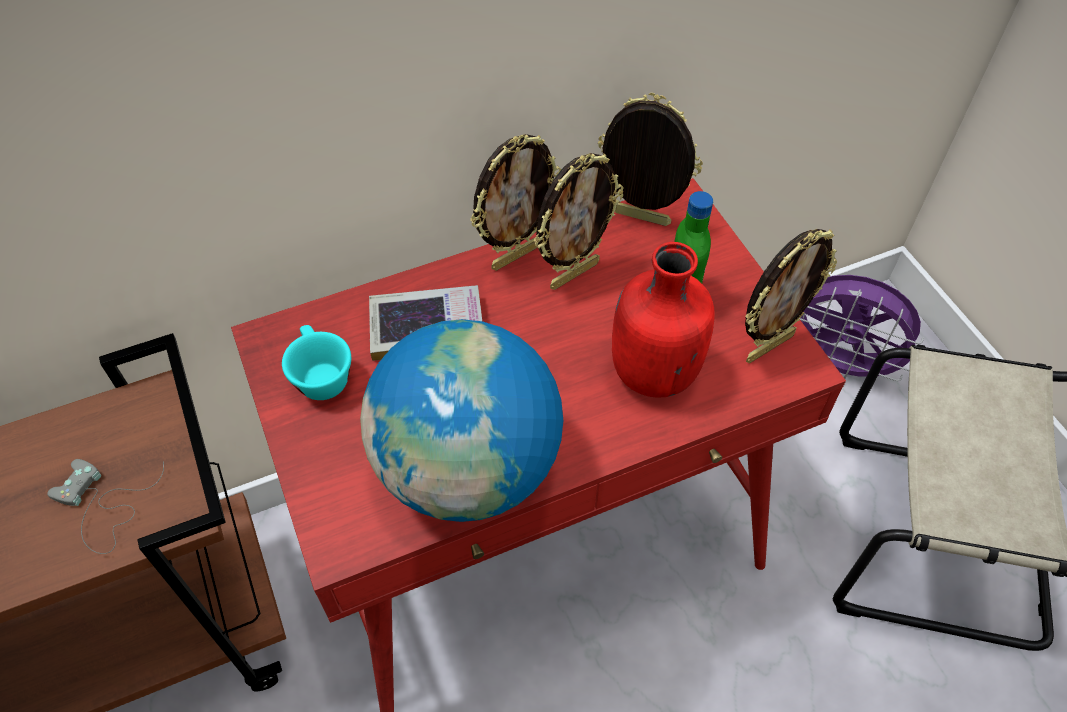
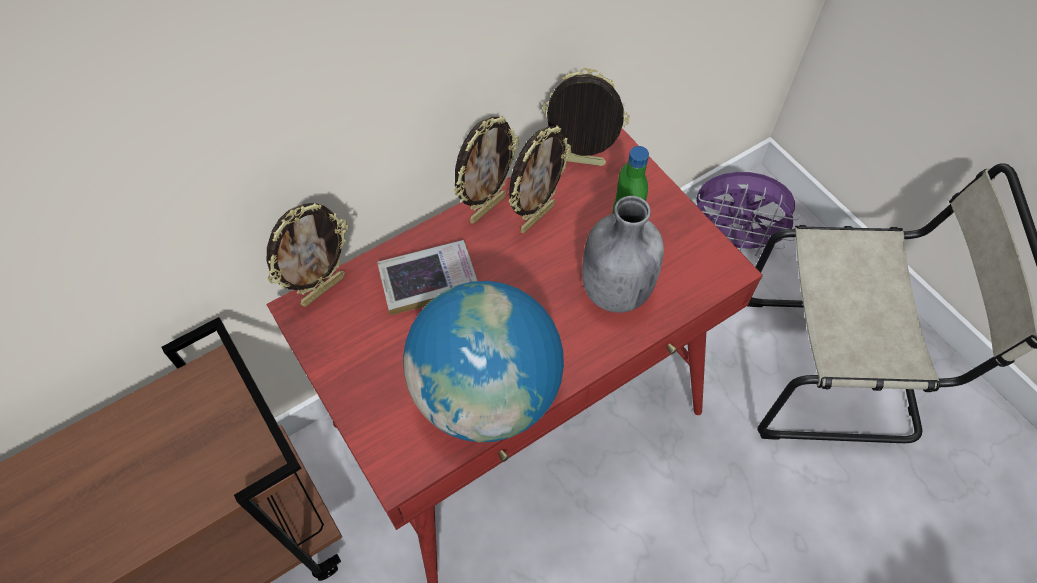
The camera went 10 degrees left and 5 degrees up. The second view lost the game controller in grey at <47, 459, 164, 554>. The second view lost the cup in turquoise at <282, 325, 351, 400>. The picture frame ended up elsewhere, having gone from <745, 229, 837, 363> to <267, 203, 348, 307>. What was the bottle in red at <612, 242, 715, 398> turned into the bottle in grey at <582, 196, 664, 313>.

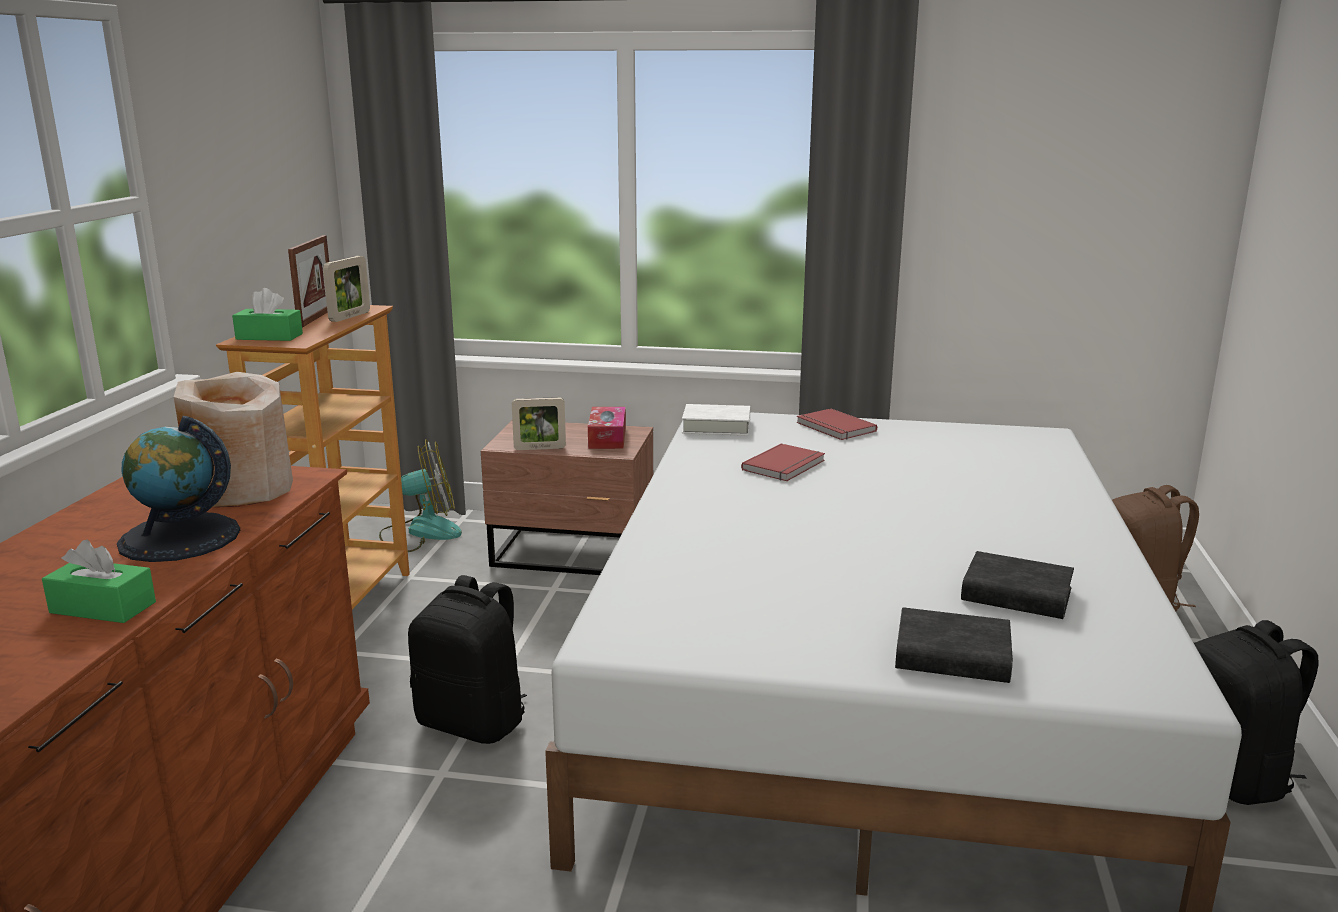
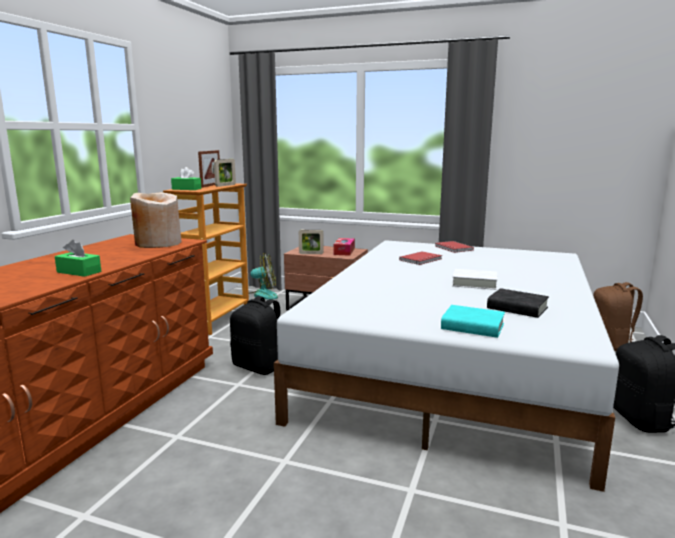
The camera went 10 degrees right and 5 degrees down. The second view lost the globe at <117, 416, 240, 562>. The book in white ended up elsewhere, having gone from <682, 404, 750, 436> to <452, 269, 498, 290>. What was the book in black at <895, 607, 1013, 683> turned into the book in turquoise at <441, 305, 505, 338>.

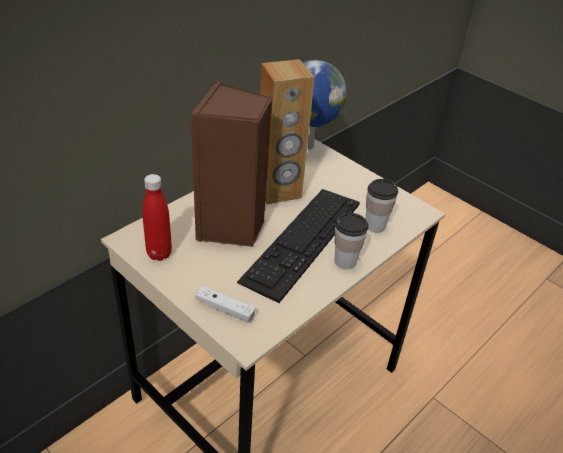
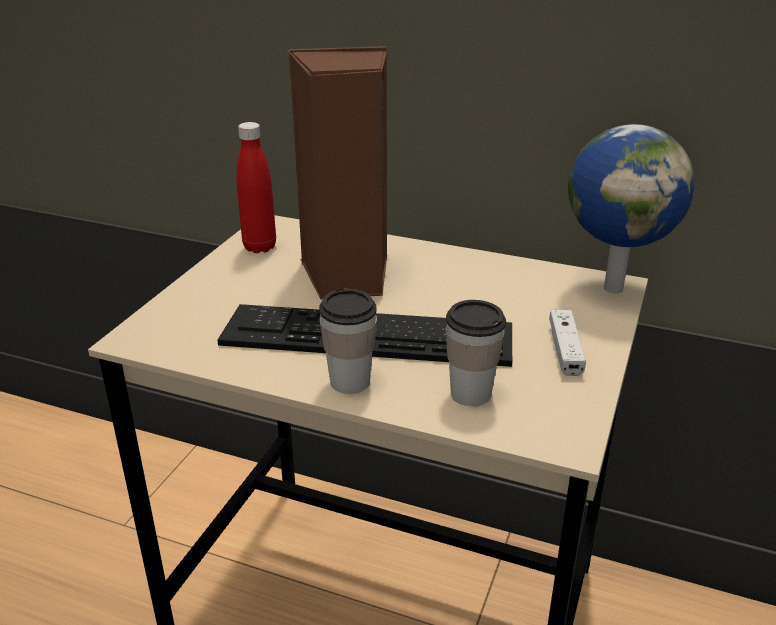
The camera went 70 degrees right and 10 degrees down. The second view lost the speaker in brown at <260, 59, 315, 204>. The game controller in white ended up elsewhere, having gone from <195, 286, 256, 323> to <549, 310, 586, 376>.

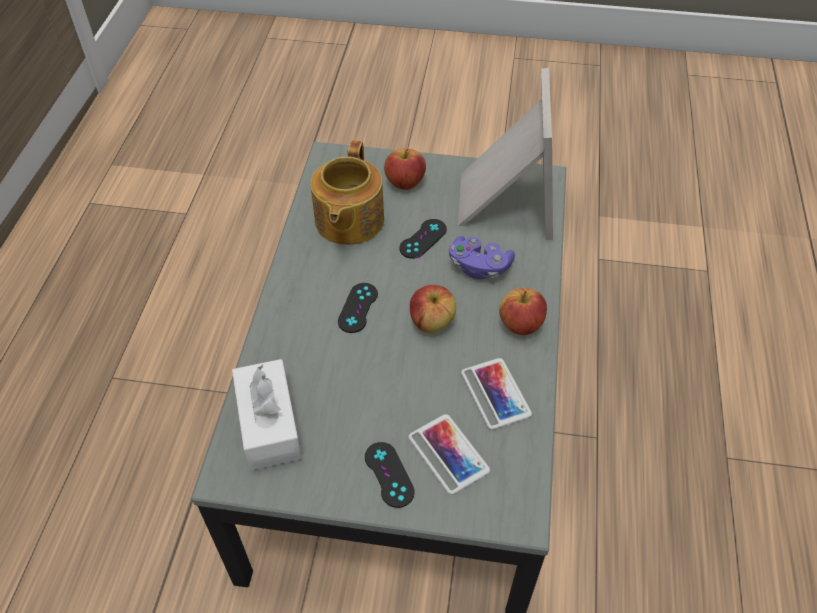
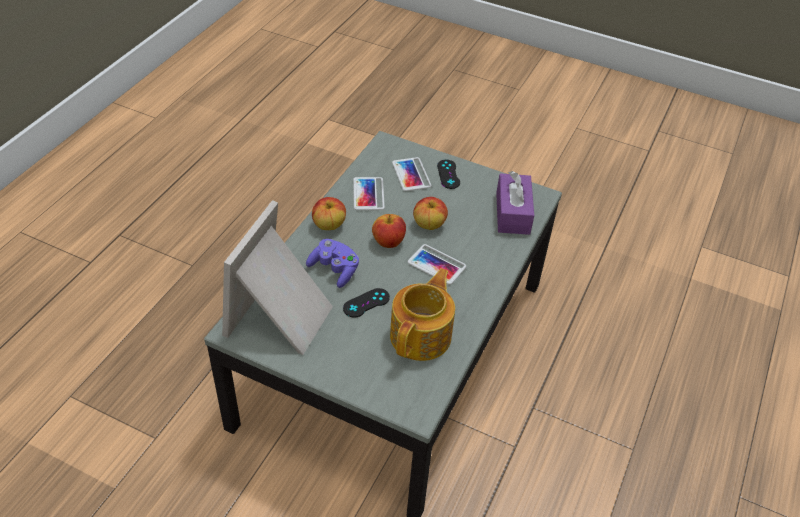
The camera went 165 degrees left and 5 degrees down. The apple ended up elsewhere, having gone from <384, 148, 426, 190> to <413, 197, 448, 230>. Where the game controller in black stood at <338, 283, 378, 333>, the phone came to stand at <408, 244, 466, 285>. What was the tissue box in white at <232, 359, 302, 470> turned into the tissue box in purple at <496, 171, 534, 235>.

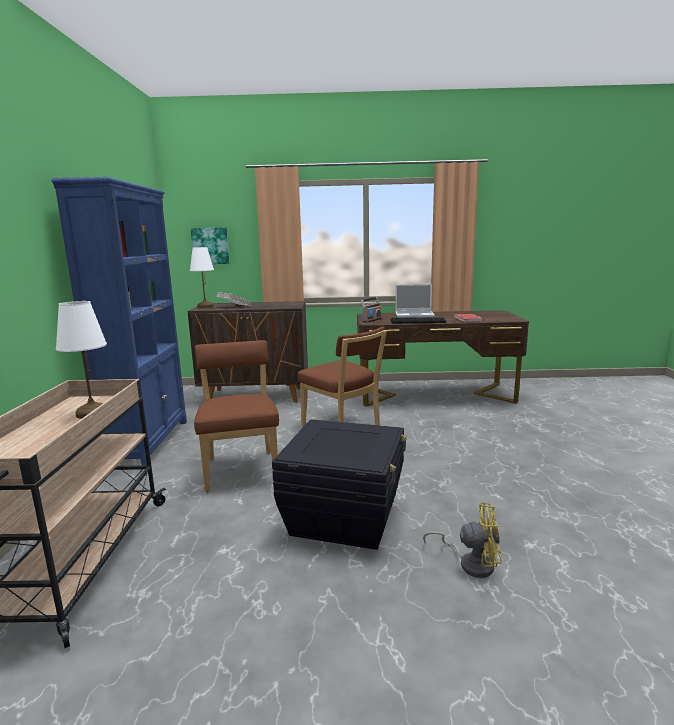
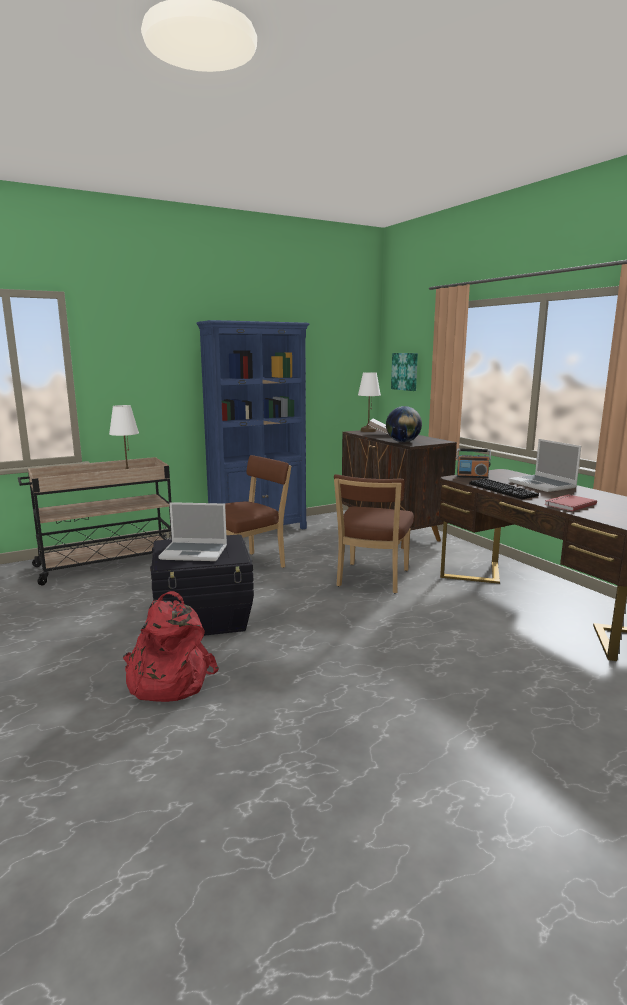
The camera went 60 degrees right and 0 degrees up. The second view gained the laptop at <158, 502, 227, 561>. The second view gained the globe at <386, 406, 422, 442>. Where the fan in yellow stood at <423, 502, 502, 578>, the backpack in red came to stand at <123, 591, 219, 702>.

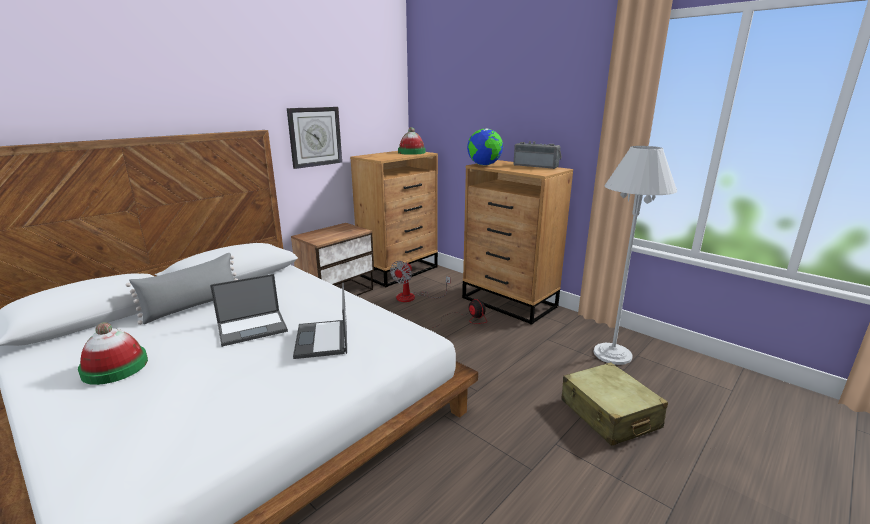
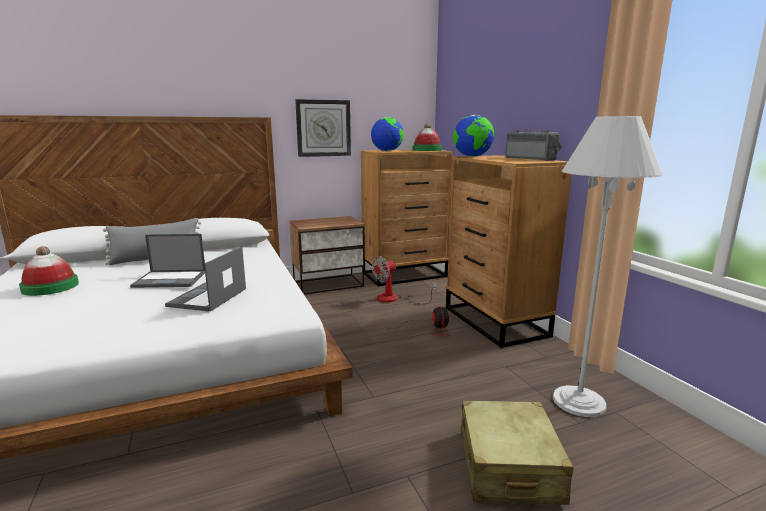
The camera went 25 degrees right and 5 degrees down. The second view gained the globe at <371, 117, 404, 151>.

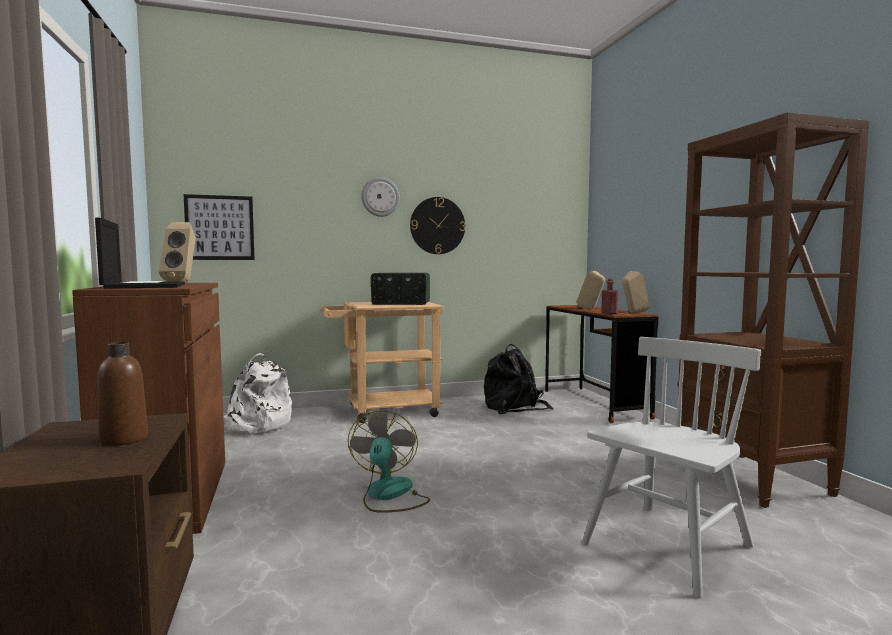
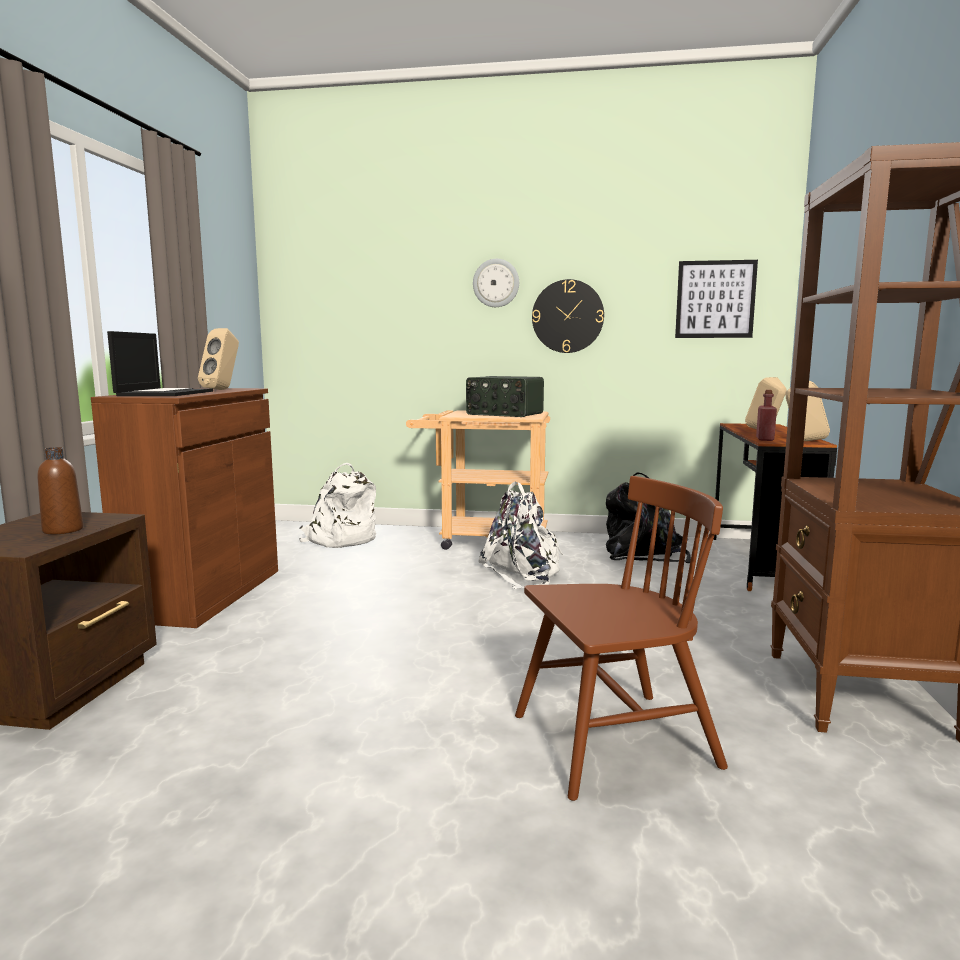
The camera went 25 degrees right and 5 degrees up. The second view lost the fan at <348, 411, 430, 513>. The second view gained the backpack in white at <478, 482, 563, 589>. The picture ended up elsewhere, having gone from <184, 194, 255, 260> to <675, 260, 758, 338>. What was the chair in white at <582, 337, 761, 598> turned into the chair in brown at <515, 476, 728, 801>.

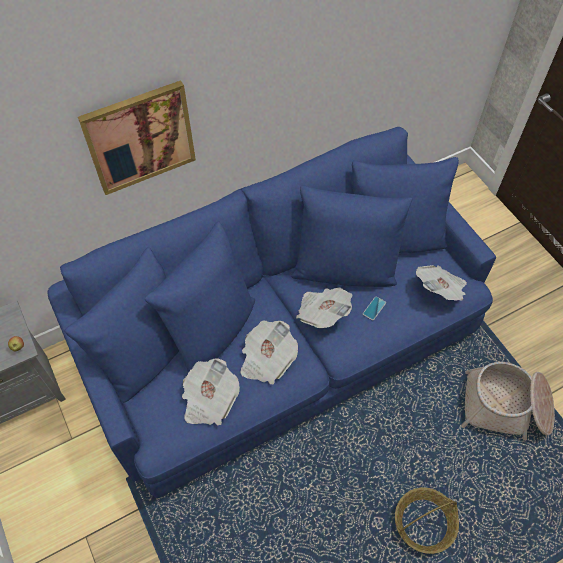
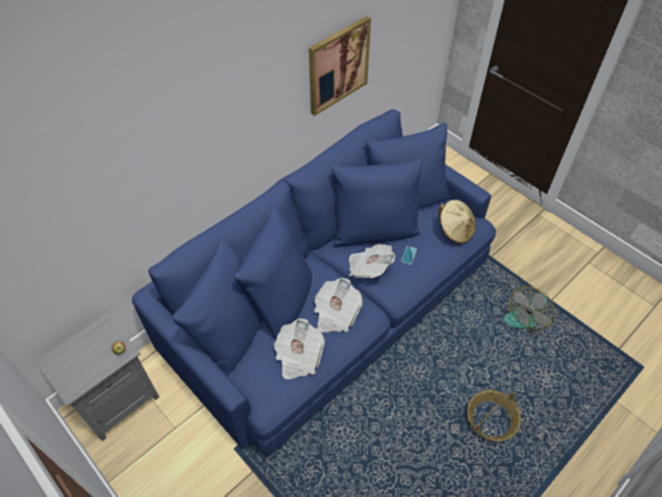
The camera went 15 degrees left and 5 degrees down. The picture ended up elsewhere, having gone from <78, 80, 196, 195> to <309, 16, 371, 116>. Where the newspaper stood at <416, 265, 467, 301>, the hat in beige came to stand at <438, 200, 476, 244>. Where the basket stood at <461, 362, 555, 441>, the fan came to stand at <504, 287, 555, 330>.

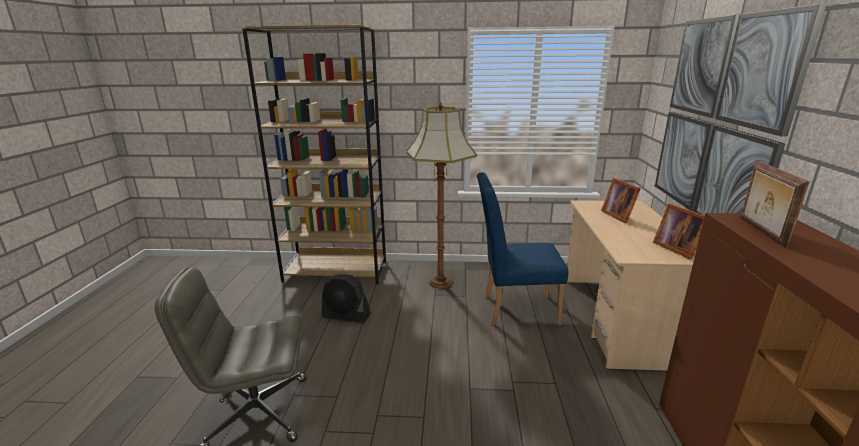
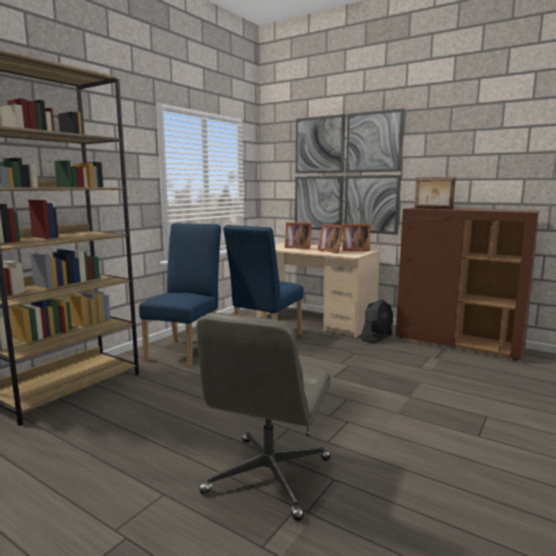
The camera went 60 degrees left and 10 degrees down. The second view gained the picture frame at <317, 224, 344, 253>. The fan in black ended up elsewhere, having gone from <321, 274, 371, 323> to <361, 300, 393, 344>. Where the floor lamp stood at <406, 102, 477, 288>, the chair in blue came to stand at <139, 223, 221, 367>.

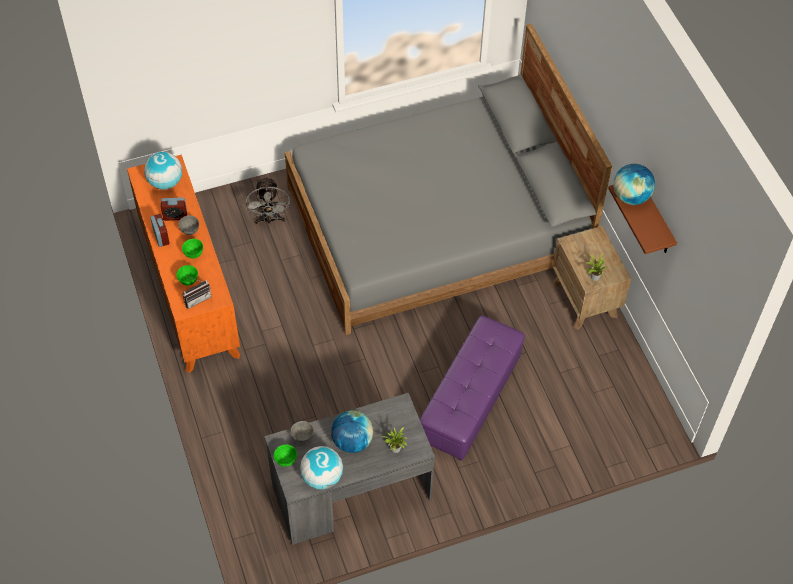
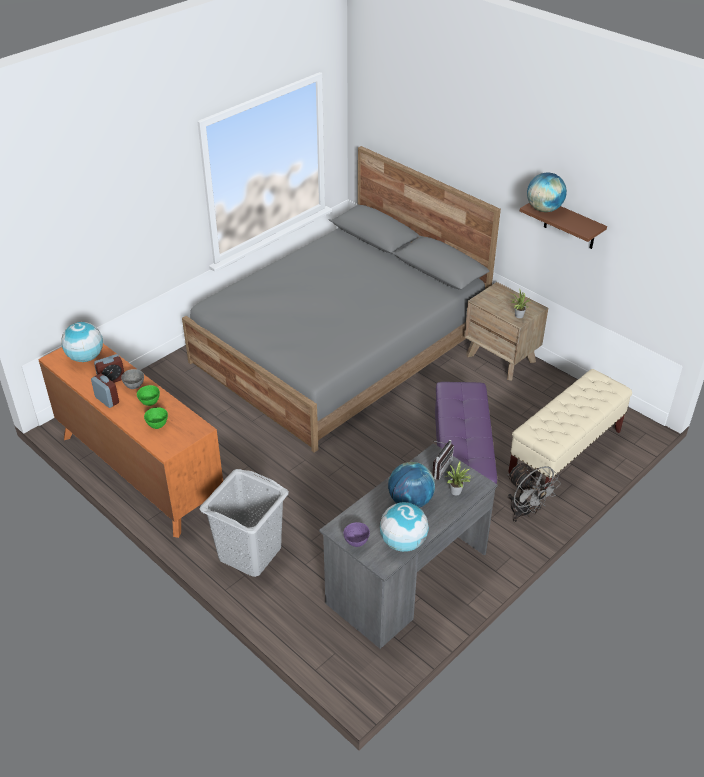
The camera went 25 degrees left and 15 degrees down. The second view lost the bowl in grey at <291, 421, 314, 443>. The second view gained the laundry basket in grey at <200, 469, 289, 577>. The second view gained the bench in beige at <508, 369, 632, 489>. The radio ended up elsewhere, having gone from <183, 277, 212, 309> to <432, 440, 454, 480>. The fan in grey ended up elsewhere, having gone from <246, 176, 290, 224> to <507, 462, 561, 522>. What was the bowl in green at <274, 445, 297, 467> turned into the bowl in purple at <343, 522, 370, 547>.

